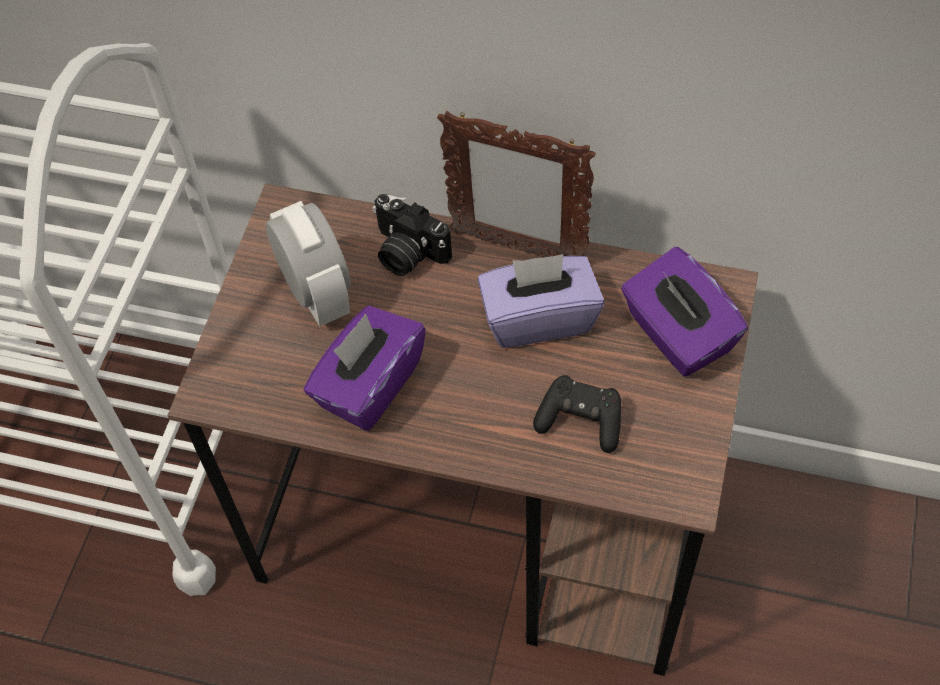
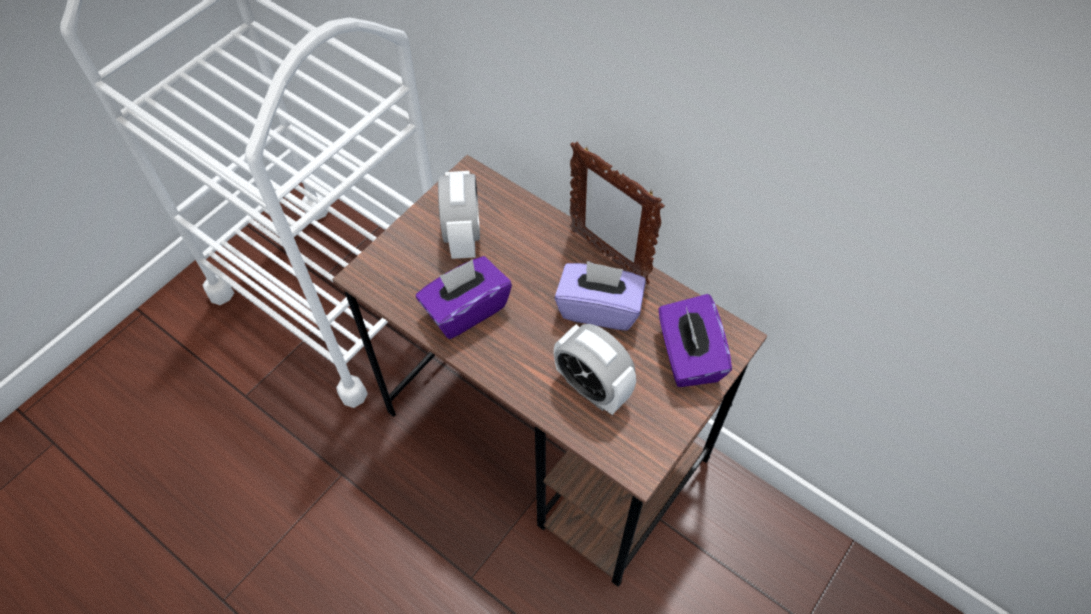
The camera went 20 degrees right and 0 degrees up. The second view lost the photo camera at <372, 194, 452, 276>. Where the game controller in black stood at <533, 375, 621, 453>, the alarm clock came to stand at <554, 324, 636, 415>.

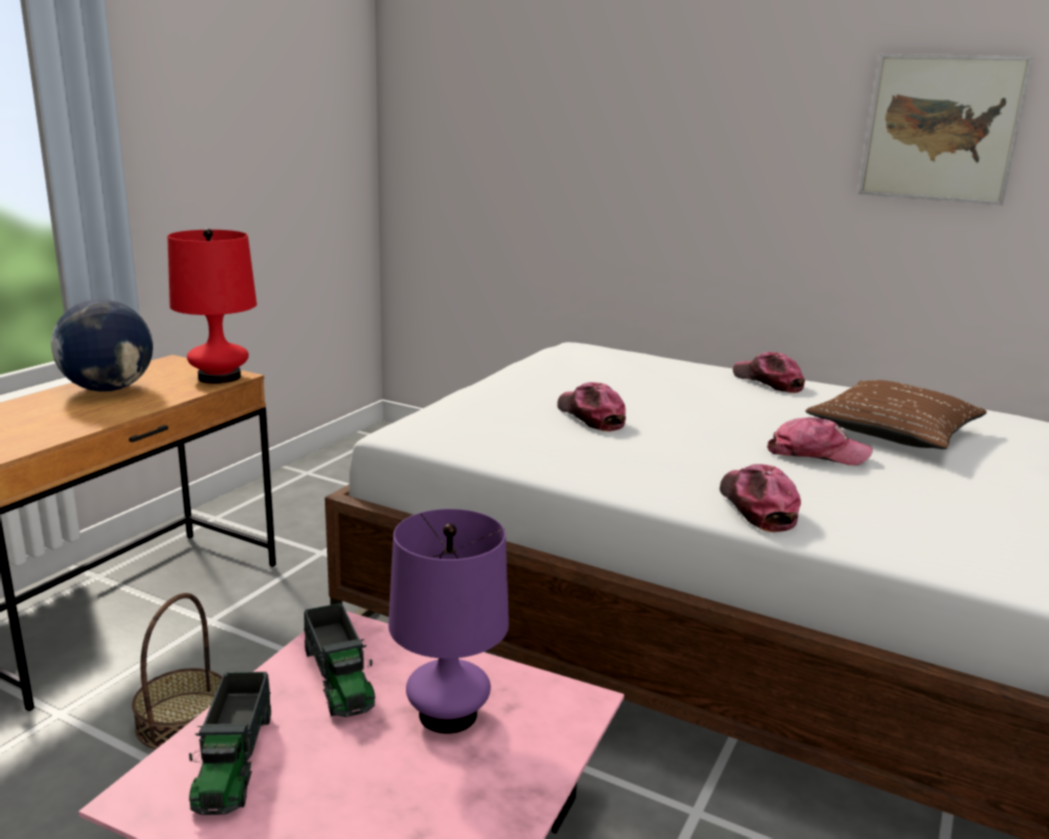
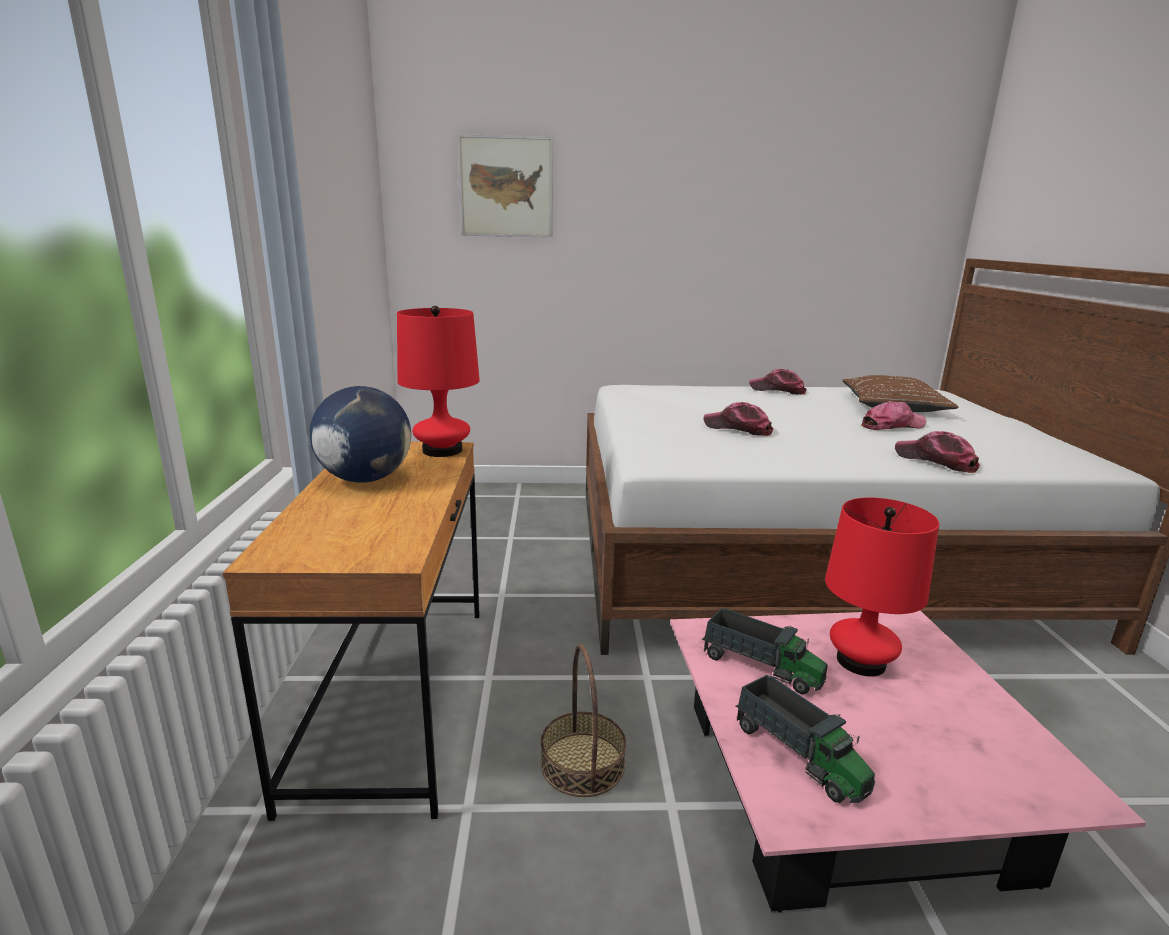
The camera went 30 degrees left and 0 degrees up. The picture ended up elsewhere, having gone from <858, 54, 1034, 205> to <457, 134, 553, 238>. What was the table lamp in purple at <388, 509, 509, 734> turned into the table lamp in red at <825, 498, 939, 677>.

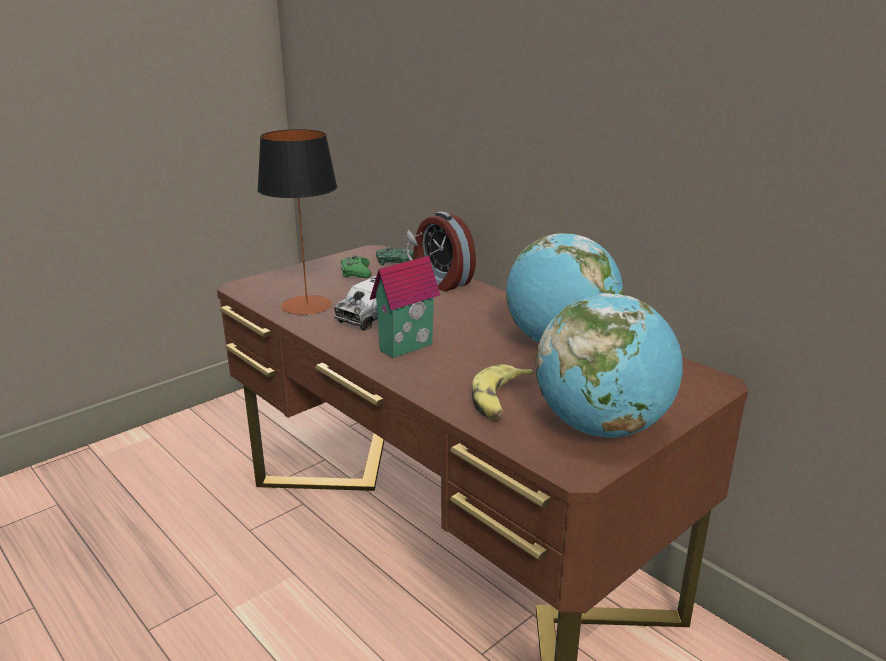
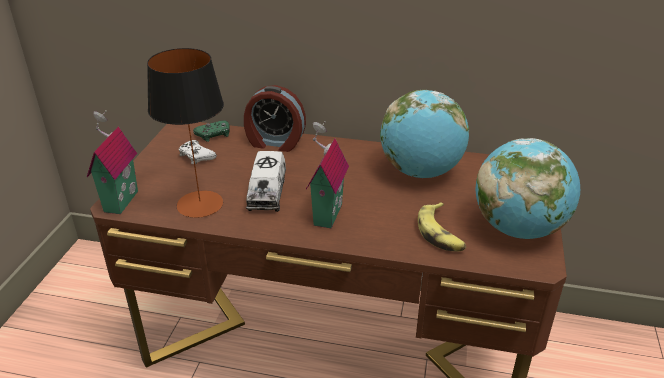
The camera went 35 degrees left and 10 degrees up. The second view gained the toy house at <87, 110, 138, 214>. What was the game controller in green at <341, 255, 372, 278> turned into the game controller in white at <179, 140, 217, 164>.

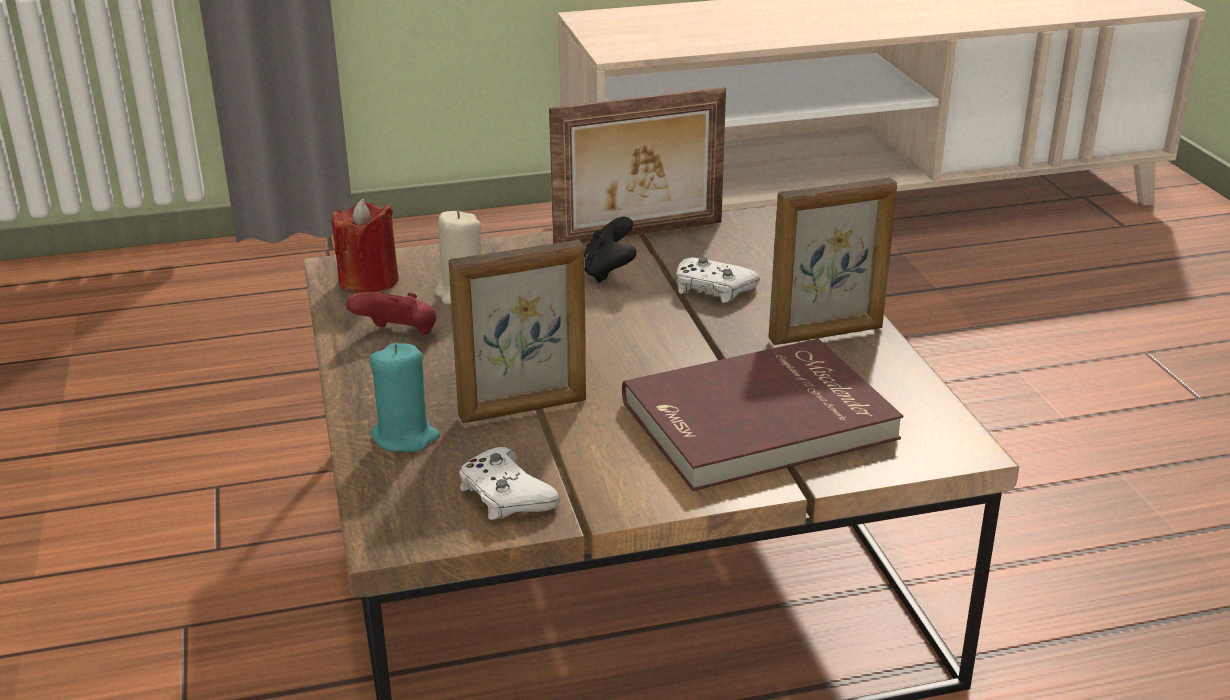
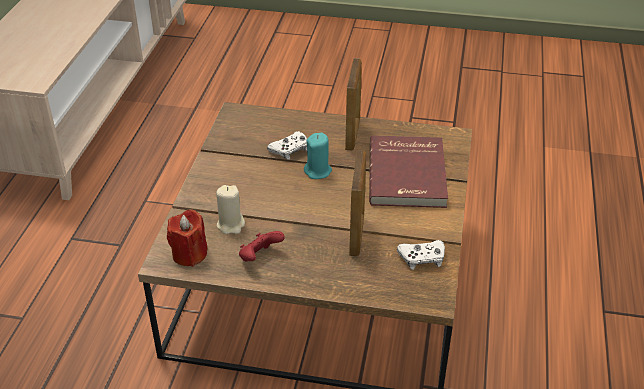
The camera went 65 degrees left and 10 degrees up. The second view lost the picture frame at <549, 87, 726, 244>. The second view lost the game controller in black at <584, 217, 637, 283>. The candle in turquoise ended up elsewhere, having gone from <369, 343, 440, 452> to <304, 133, 332, 179>.

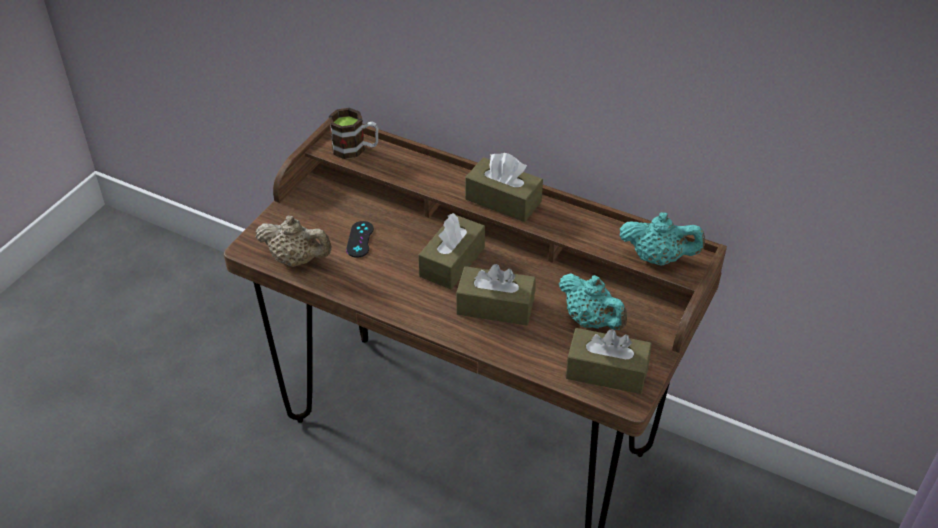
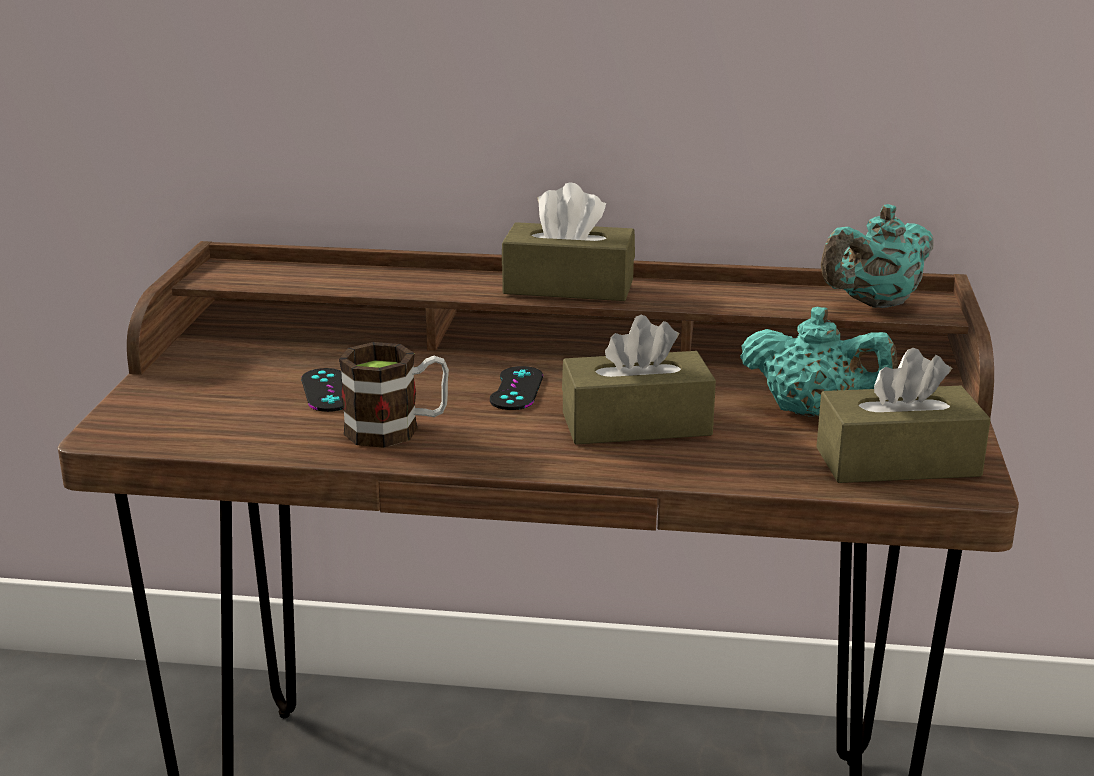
The camera went 20 degrees left and 20 degrees down. The second view lost the teapot in beige at <255, 215, 332, 267>. The mug ended up elsewhere, having gone from <329, 108, 379, 159> to <339, 342, 449, 448>. Where the tissue box in brown stood at <418, 213, 485, 289>, the game controller in black came to stand at <490, 366, 543, 410>. The teapot in turquoise at <620, 212, 705, 265> ended up facing another way, 150 degrees clockwise from before.

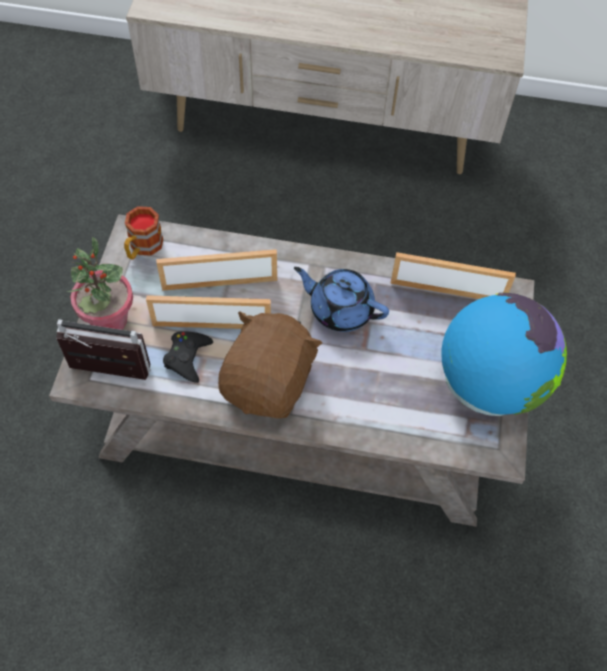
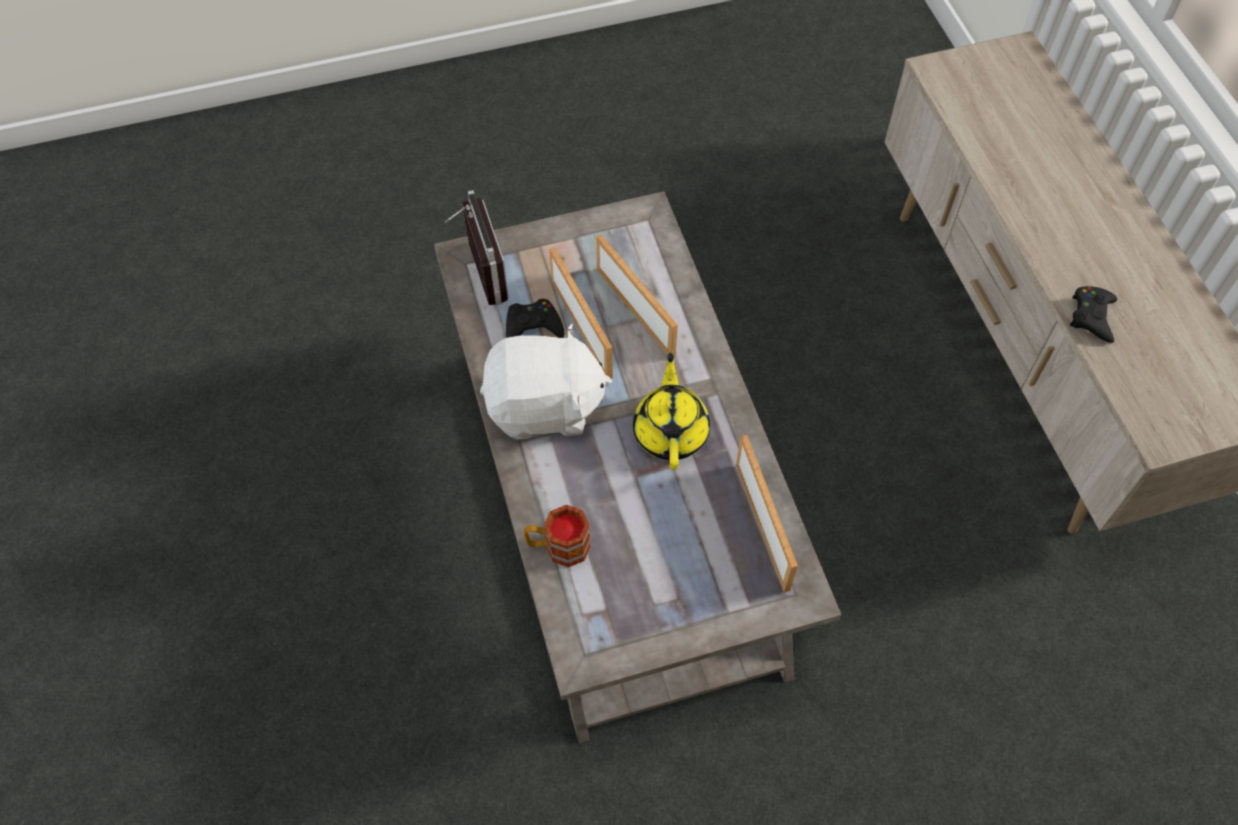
The camera went 65 degrees right and 0 degrees up. The second view lost the potted plant at <67, 237, 133, 330>. The second view lost the globe at <442, 293, 567, 416>. The second view gained the game controller in black at <1070, 286, 1117, 343>. The mug ended up elsewhere, having gone from <124, 206, 163, 260> to <524, 505, 591, 567>. What was the plush toy in brown at <218, 311, 322, 419> turned into the plush toy in white at <480, 324, 612, 440>. What was the teapot in blue at <294, 267, 389, 332> turned into the teapot in yellow at <633, 353, 710, 469>.

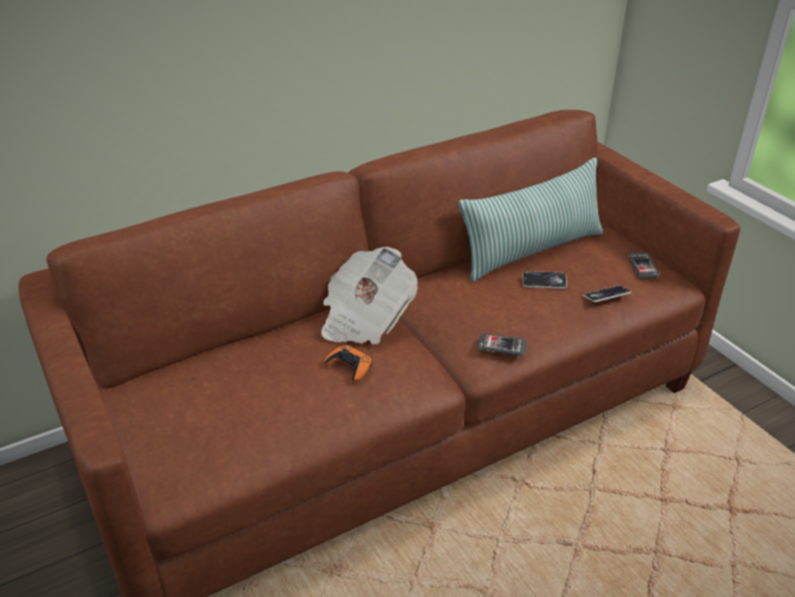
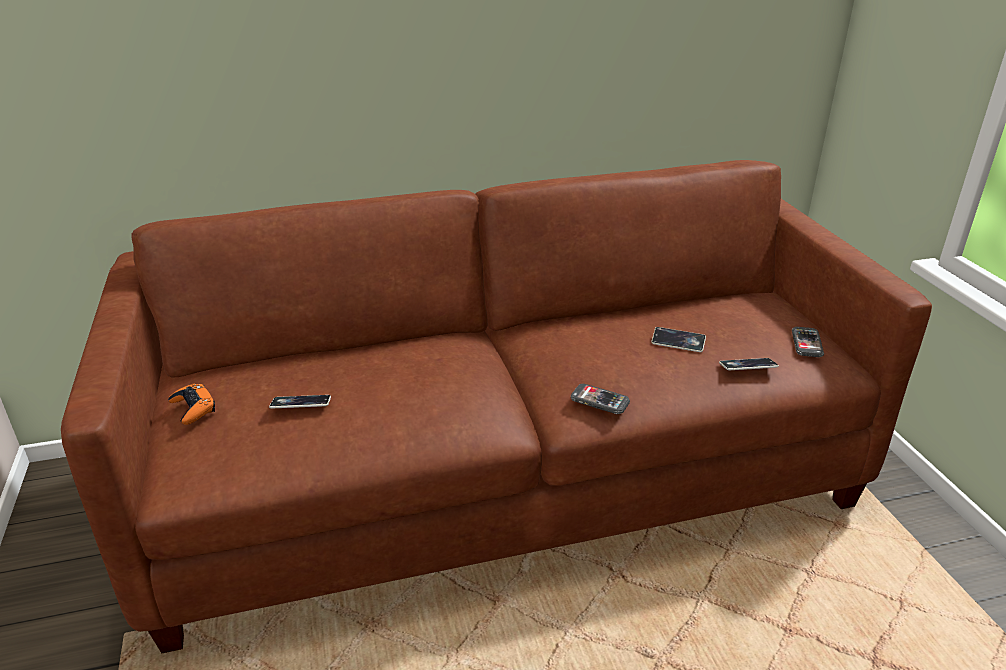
The camera went 15 degrees right and 5 degrees down. The second view lost the newspaper at <321, 247, 418, 345>. The second view lost the pillow at <458, 158, 603, 282>. The second view gained the phone at <269, 395, 331, 408>. The game controller in orange ended up elsewhere, having gone from <324, 345, 372, 382> to <168, 383, 215, 425>.

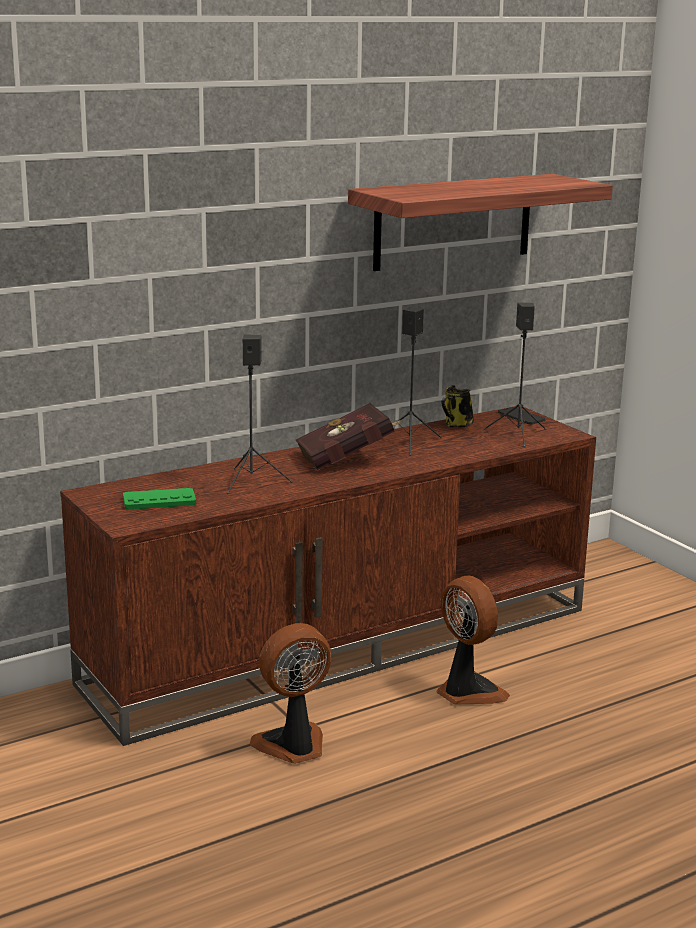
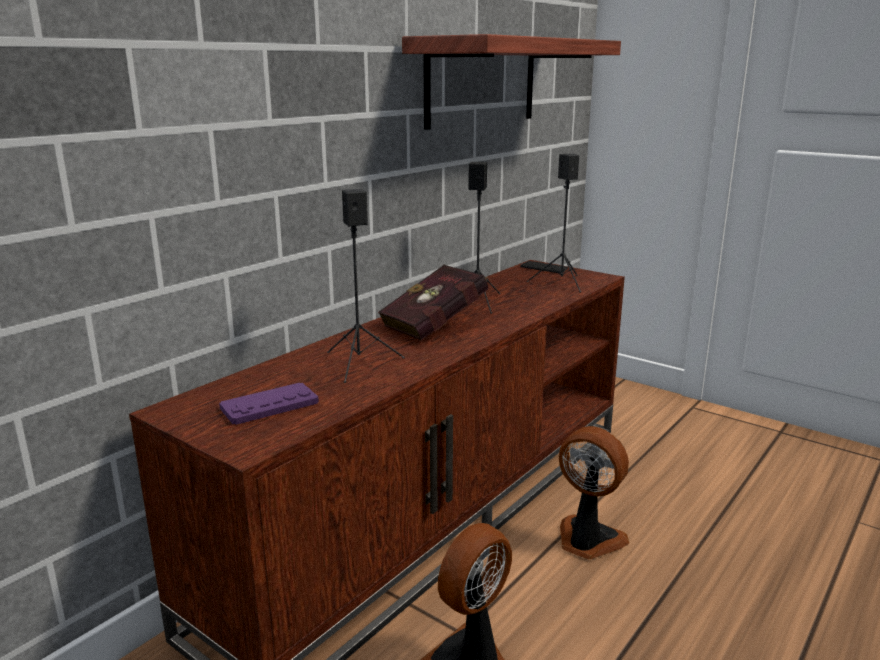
The camera went 20 degrees left and 0 degrees up. The second view lost the mug at <441, 385, 474, 427>. What was the game controller in green at <123, 488, 196, 510> turned into the game controller in purple at <219, 383, 319, 425>.

